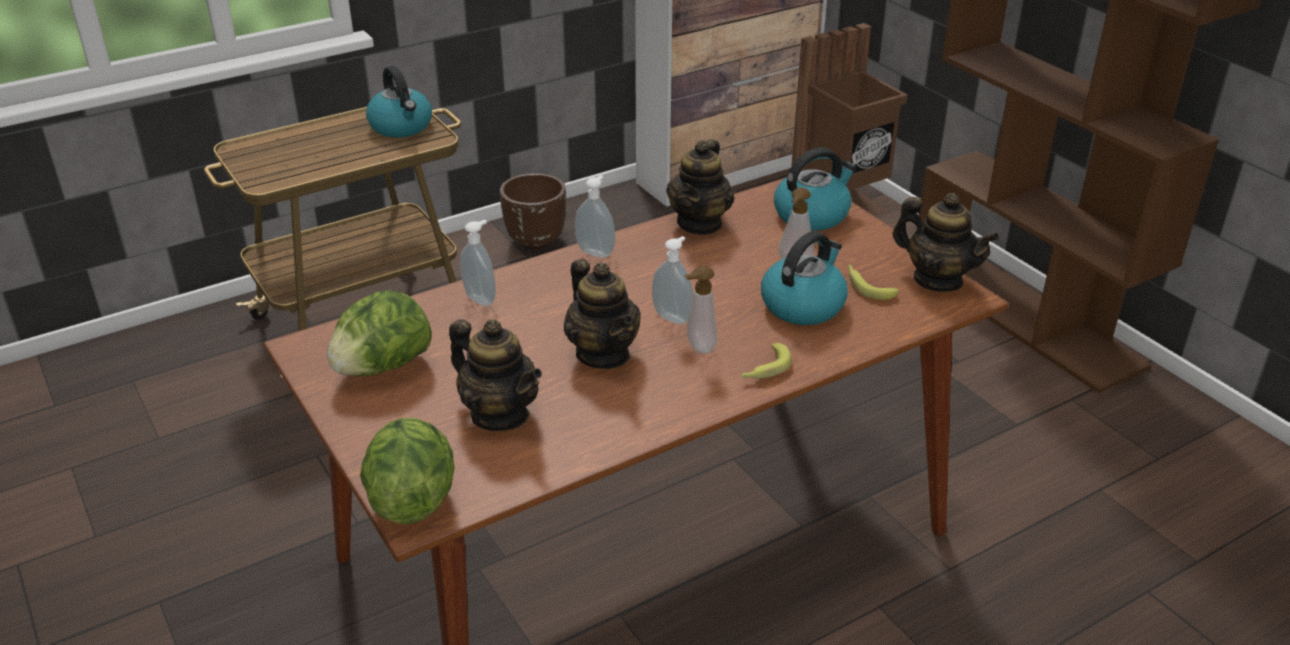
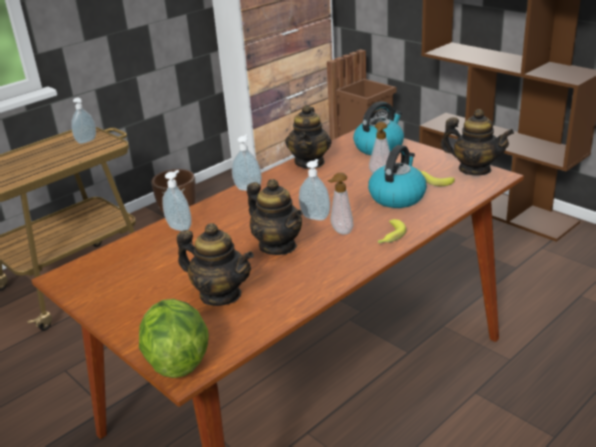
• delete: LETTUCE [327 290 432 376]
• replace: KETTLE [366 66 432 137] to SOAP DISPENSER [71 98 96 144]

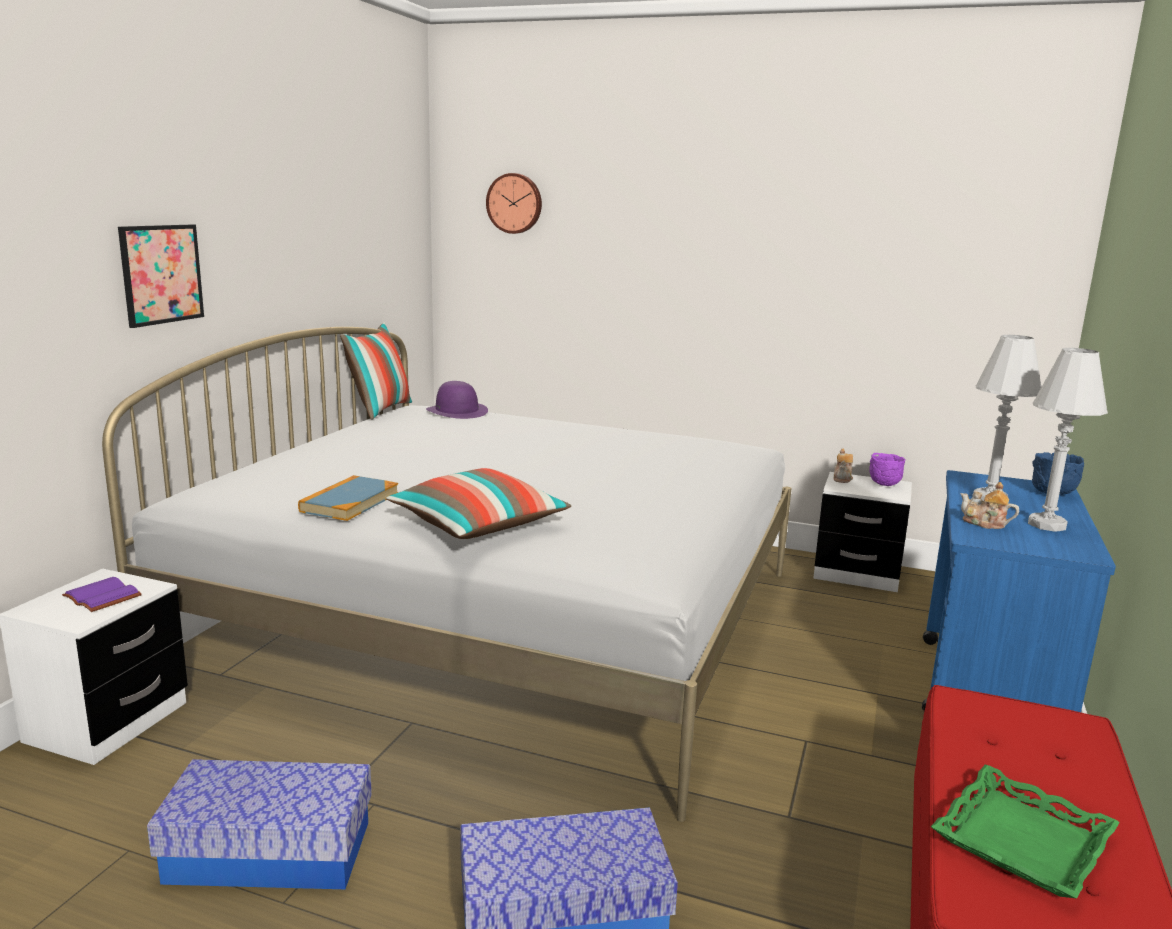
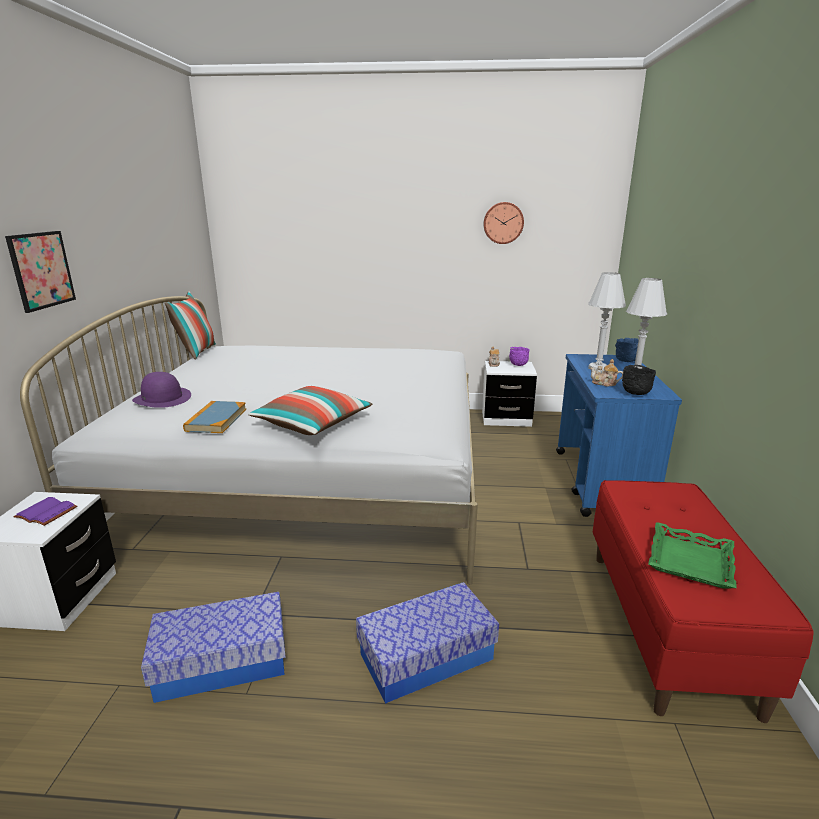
• move: PURPLE HAT [426 381 488 419] to [132 372 191 408]
• move: WALL CLOCK [486 173 542 234] to [483 202 524 244]
• insert: BLACK BOWL [622 365 656 395]

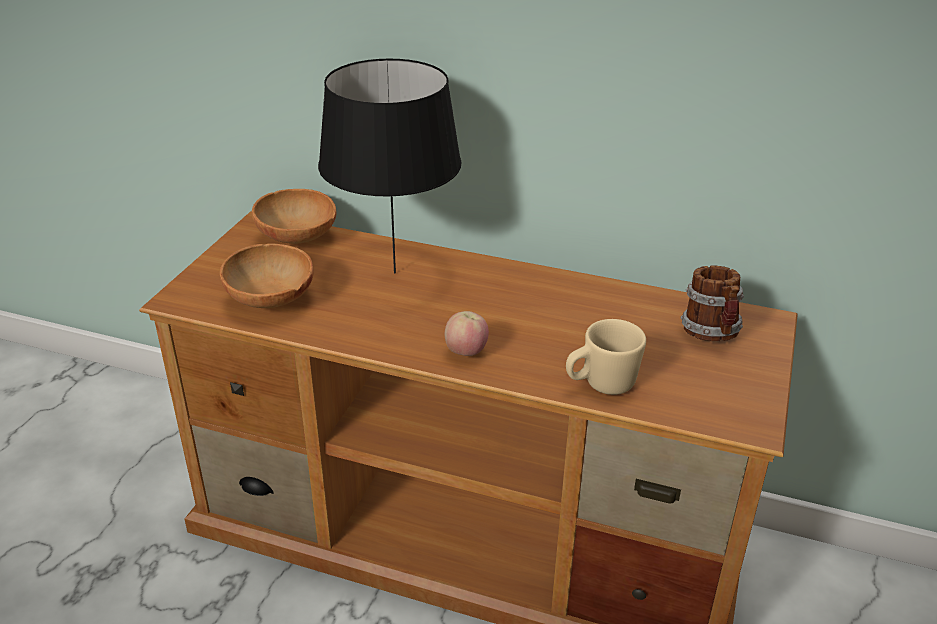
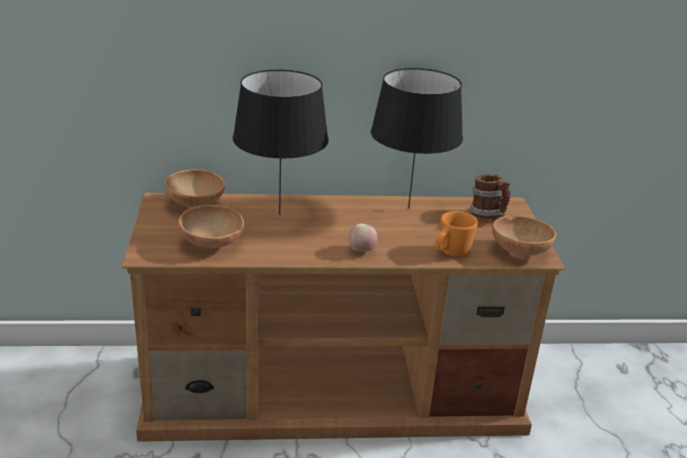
• recolor: BEIGE MUG [566 319 646 395] to ORANGE MUG [435 211 478 257]
• insert: BLACK TABLE LAMP [371 68 463 209]
• insert: BROWN BOWL [492 216 556 258]

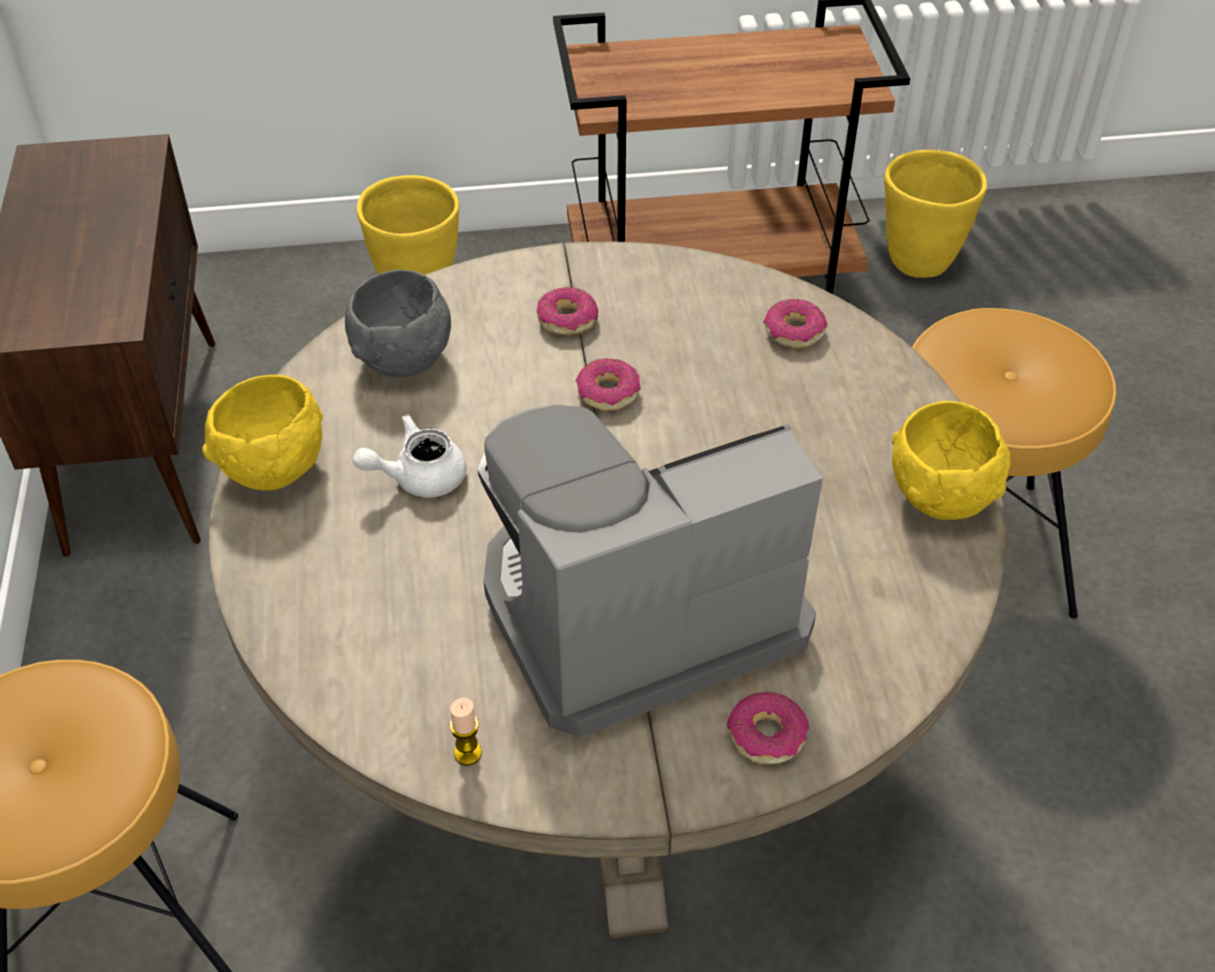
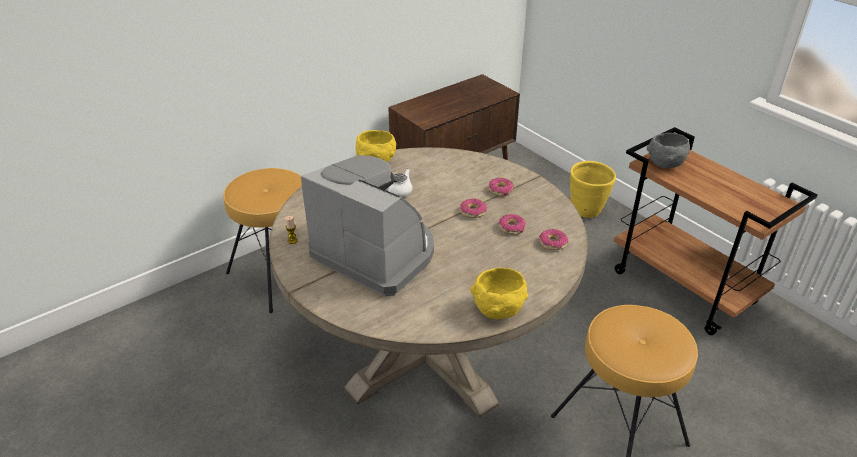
• move: GREY BOWL [345 269 451 377] to [647 133 690 168]
• move: DONUT [727 692 809 764] to [499 214 526 235]
• delete: YELLOW PLANTER [884 150 987 278]

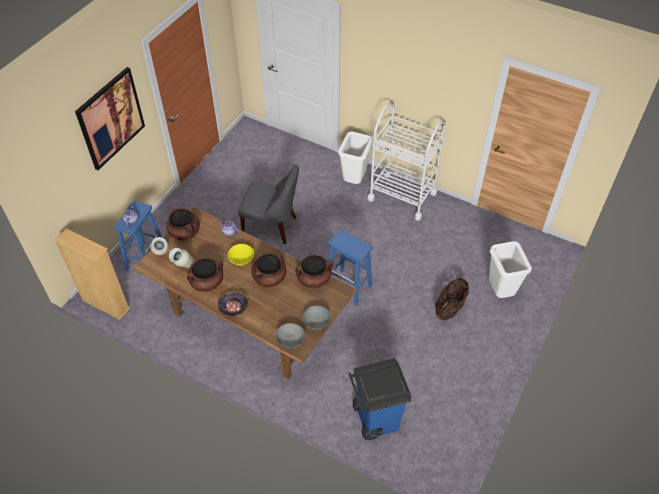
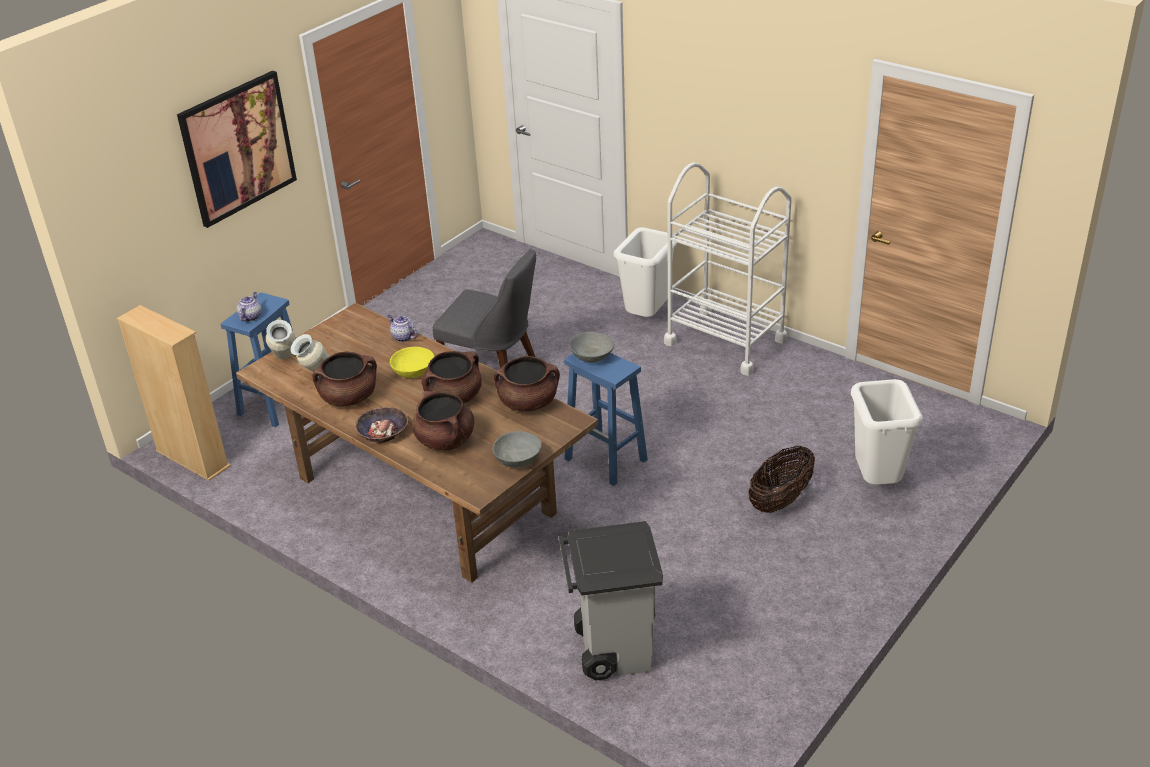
• move: BROWN COOKING POT [166 208 200 240] to [412 391 474 450]
• move: GREY BOWL [276 323 305 348] to [569 332 614 362]
• recolor: BLUE TRASH CAN [348 358 411 440] to GREY TRASH CAN [559 521 663 681]

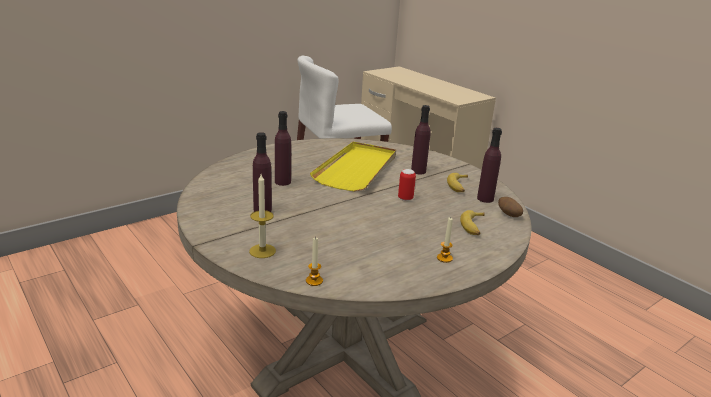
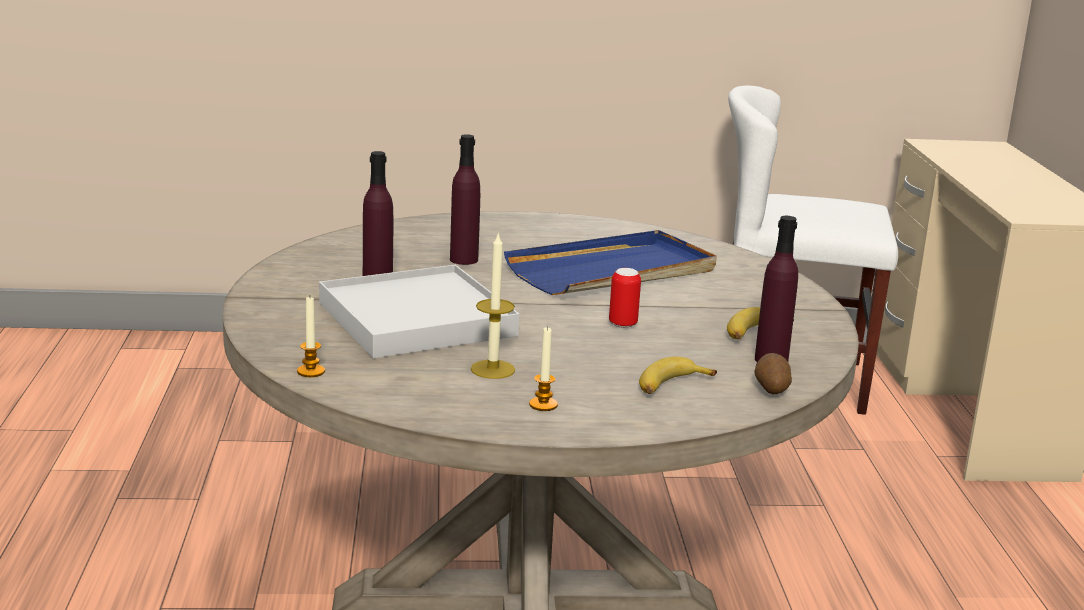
• move: CANDLE [249 174 276 258] to [471 232 515 379]
• recolor: YELLOW TRAY [310 142 396 191] to BLUE TRAY [504 230 717 295]
• delete: PURPLE BOTTLE [411 105 431 175]
• insert: WHITE TRAY [319 265 520 359]

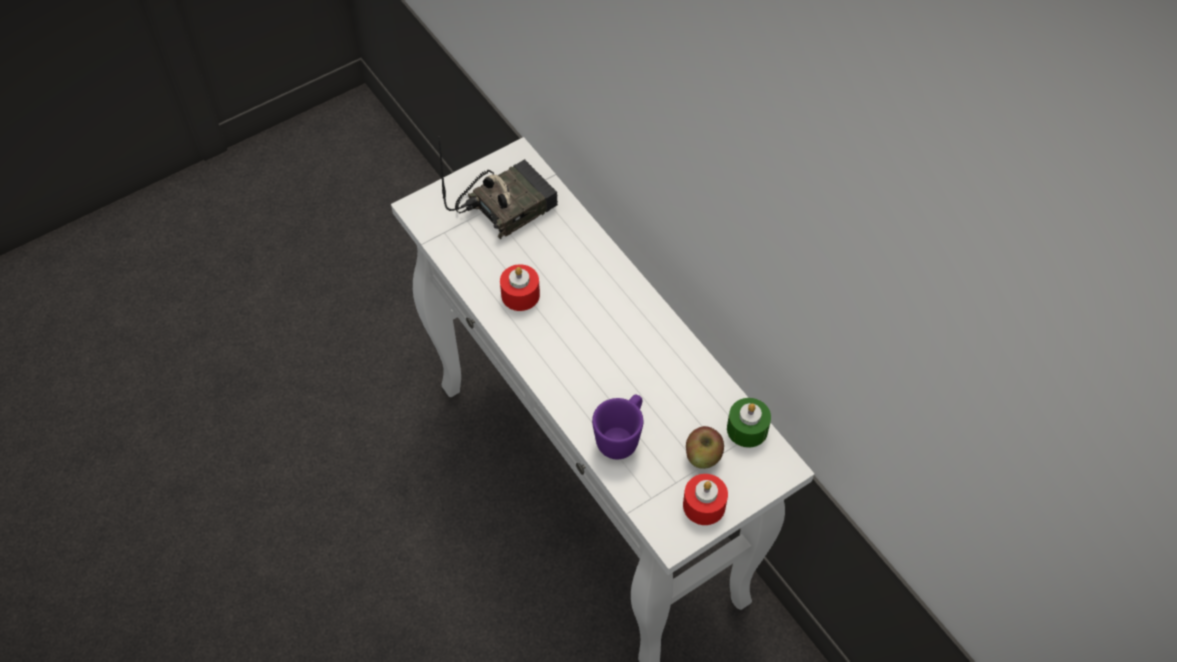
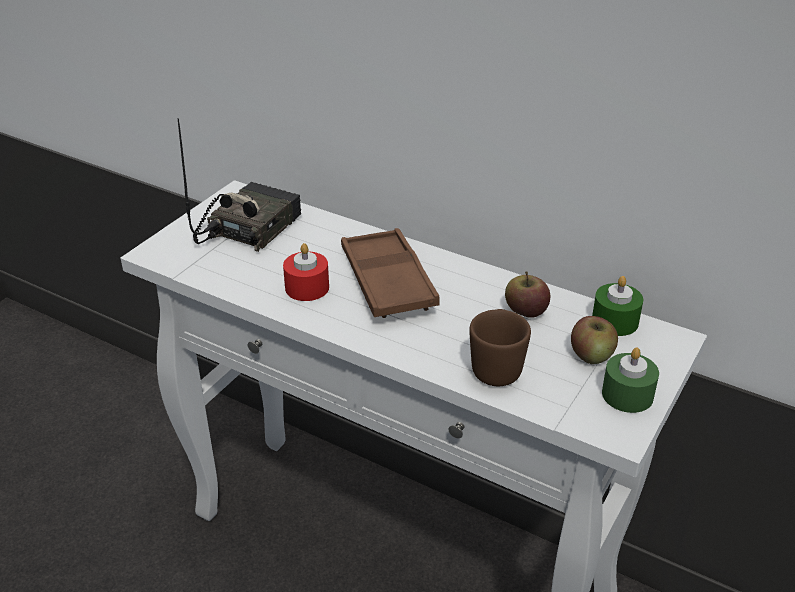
• recolor: PURPLE MUG [592 394 643 459] to BROWN MUG [469 309 531 386]
• recolor: RED CANDLE [683 474 728 525] to GREEN CANDLE [602 347 659 413]
• insert: BROWN TRAY [341 228 440 318]
• insert: APPLE [505 271 550 318]

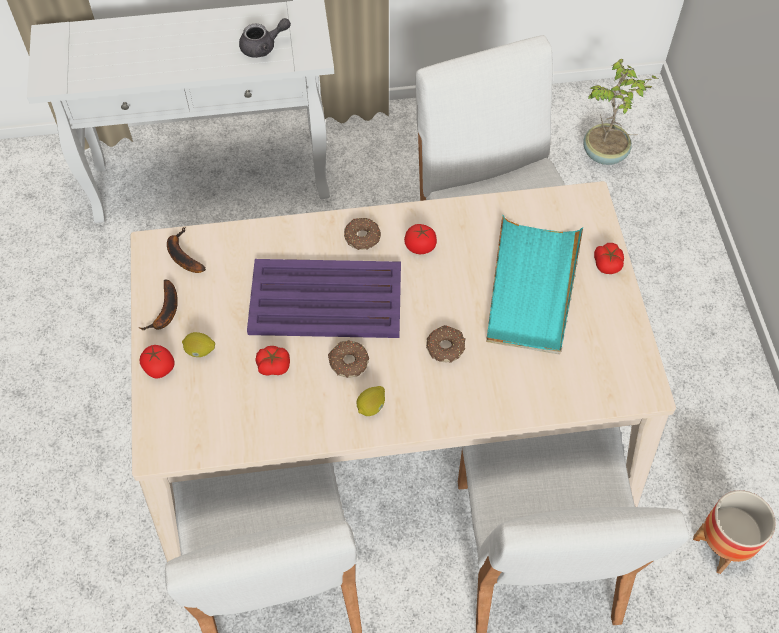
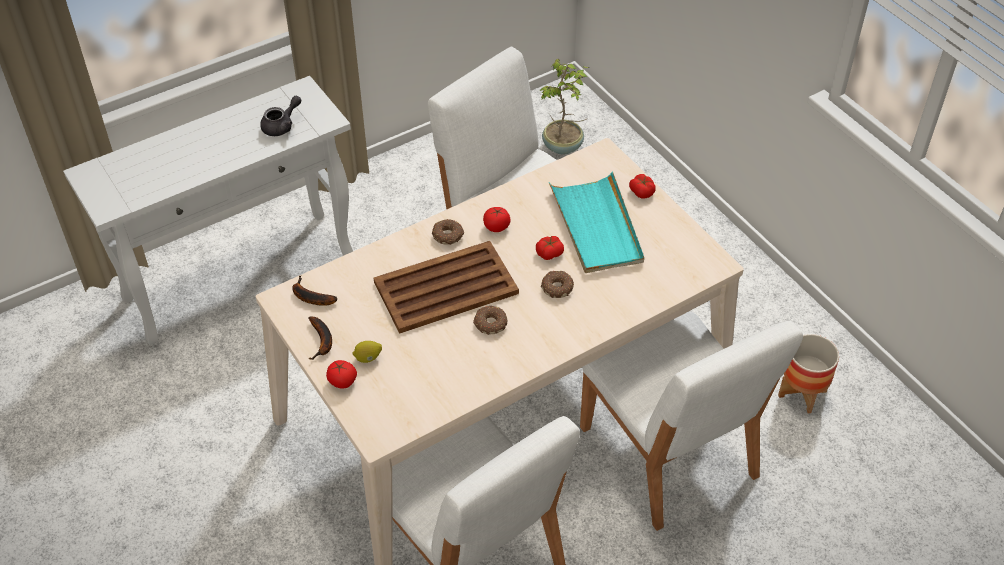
• recolor: PURPLE TRAY [247 259 401 338] to BROWN TRAY [374 241 519 334]
• move: TOMATO [255 346 290 376] to [536 236 564 260]
• delete: LEMON [356 386 385 416]

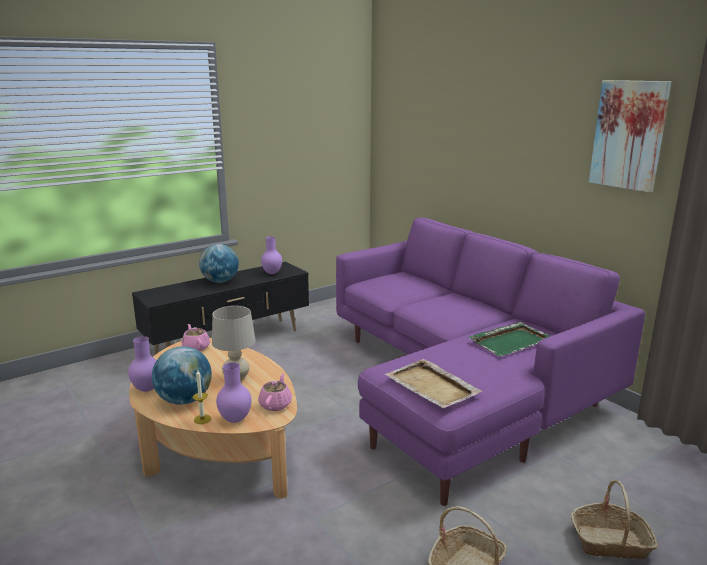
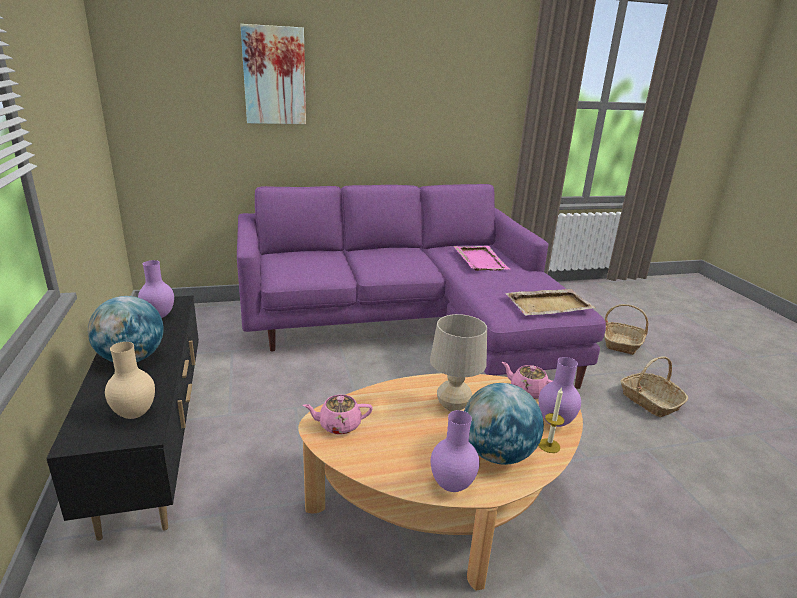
• recolor: GREEN TRAY [468 322 550 357] to PINK TRAY [454 246 510 271]
• move: PICTURE [589 80 671 192] to [240 24 306 124]
• insert: BEIGE VASE [105 342 155 419]

